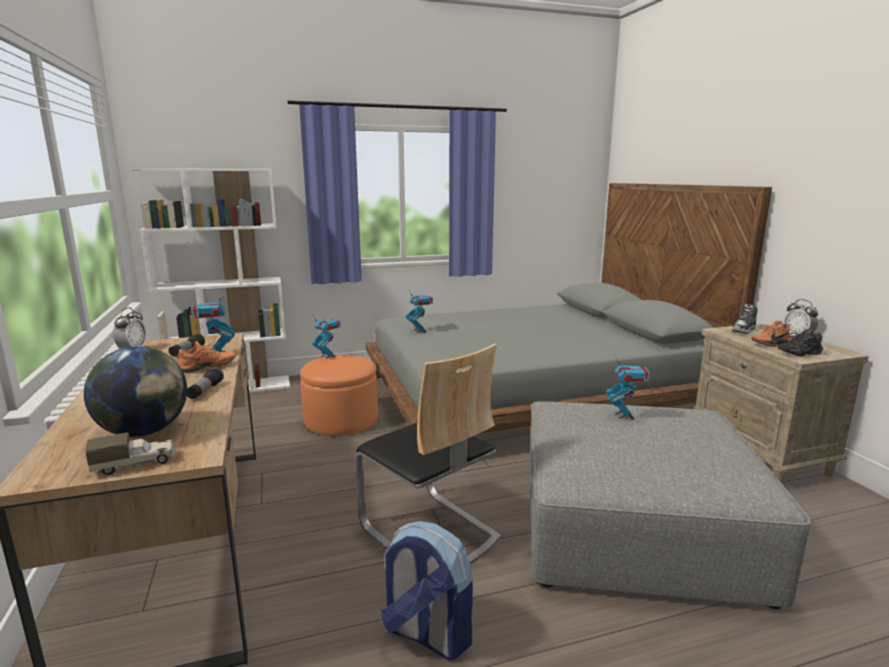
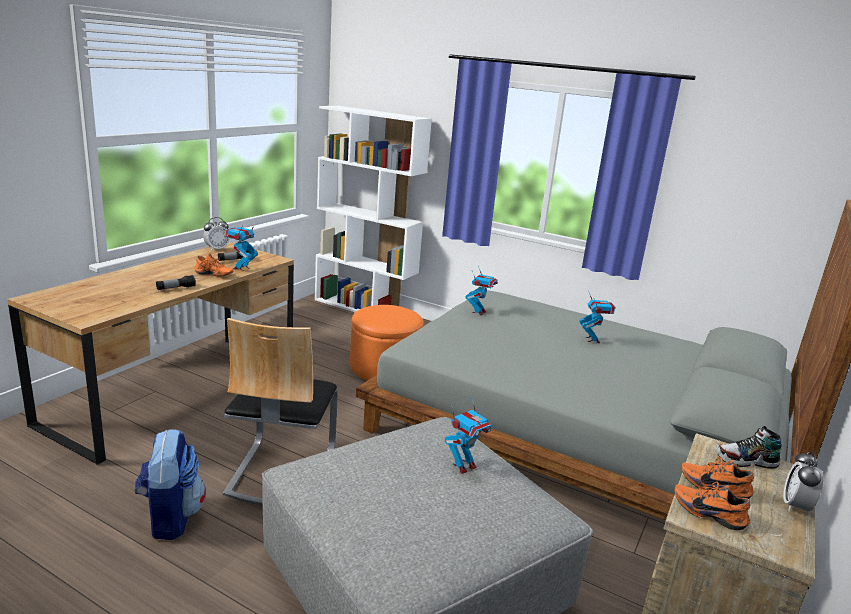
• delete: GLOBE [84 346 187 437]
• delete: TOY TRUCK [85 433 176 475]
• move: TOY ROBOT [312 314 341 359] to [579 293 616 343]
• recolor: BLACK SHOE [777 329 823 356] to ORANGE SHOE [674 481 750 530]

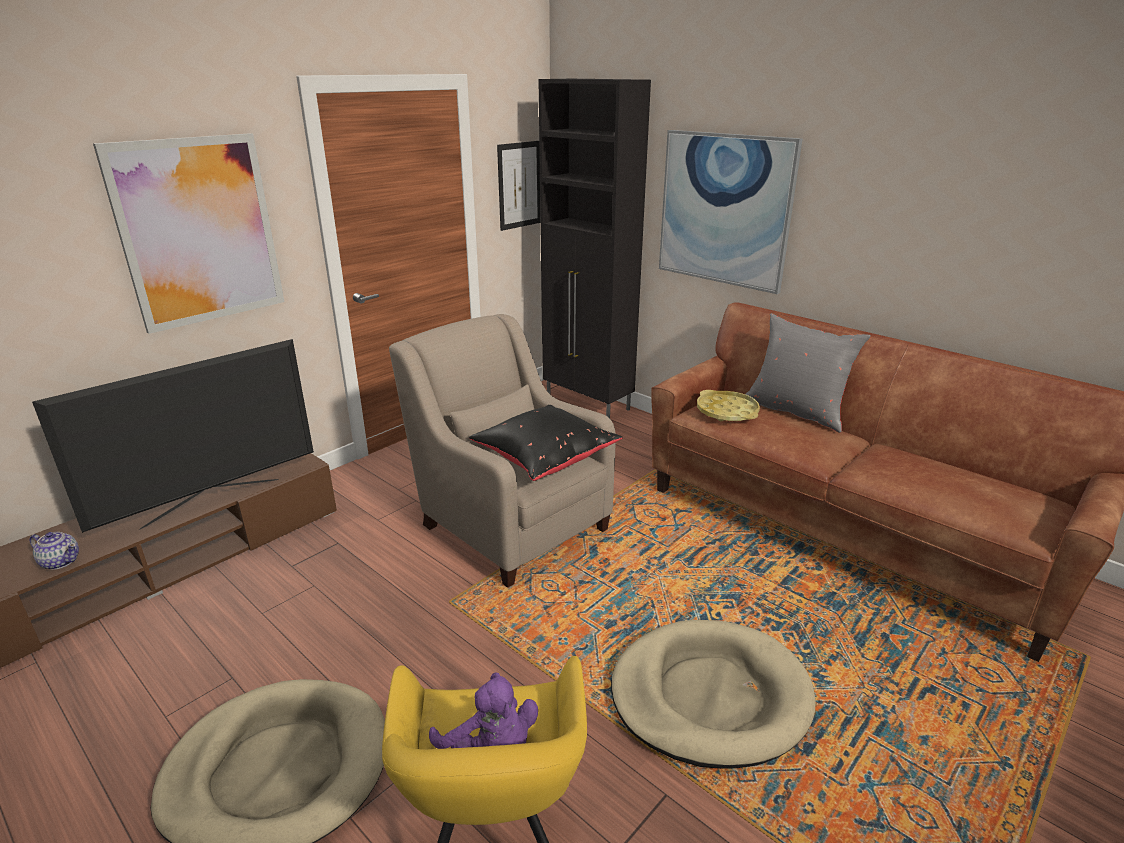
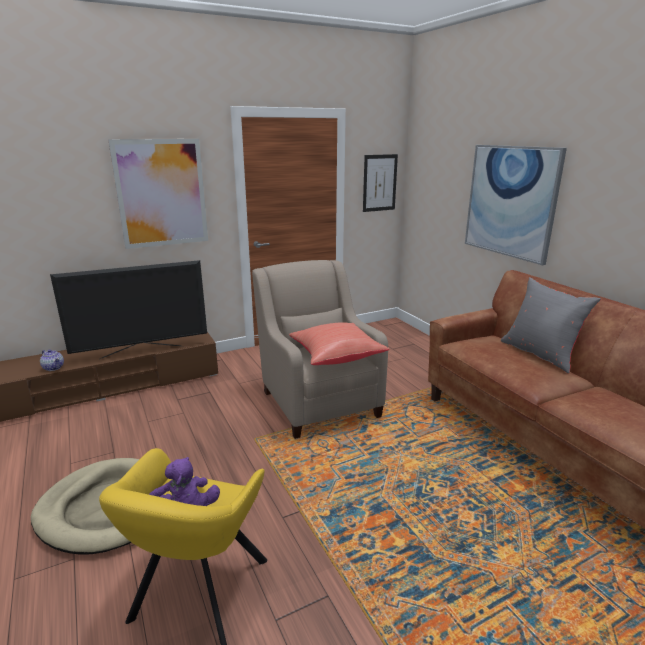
• recolor: BLACK PILLOW [469 405 623 481] to RED PILLOW [289 322 390 365]
• delete: BLACK CABINET [538 79 651 418]
• delete: BEIGE DOG BED [611 620 816 769]
• delete: YELLOW TRAY [697 390 760 421]

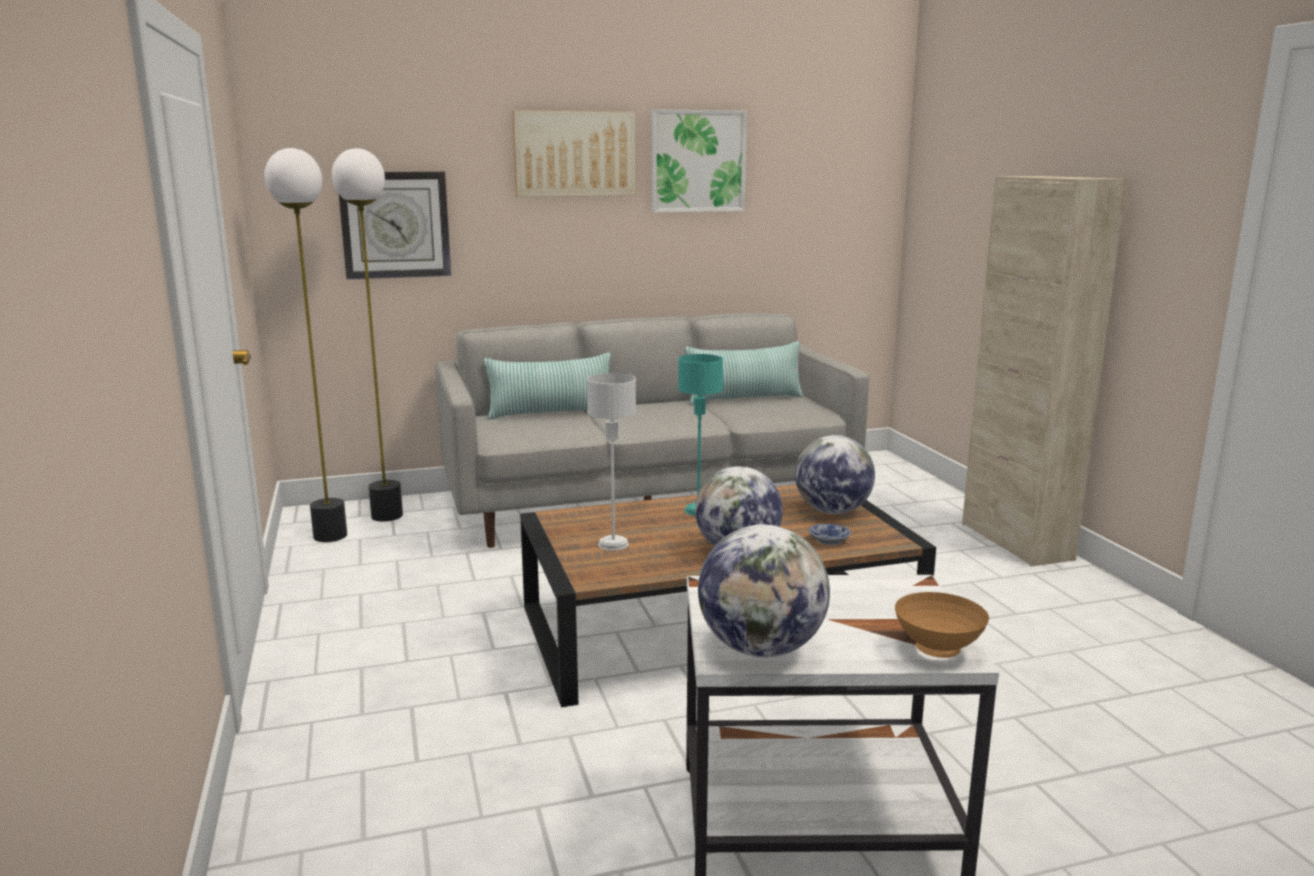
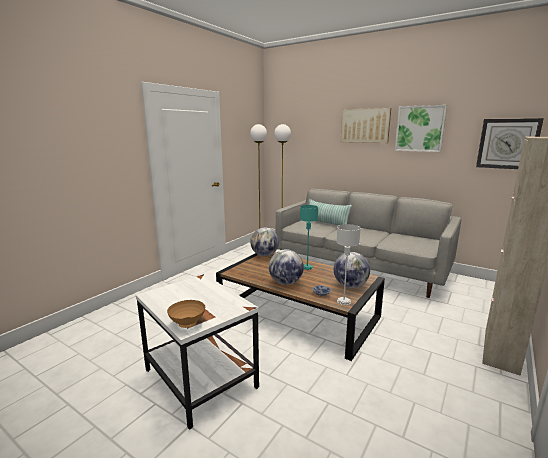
• move: WALL CLOCK [339 172 451 279] to [476 118 544 169]
• move: GREY TABLE LAMP [587 373 636 551] to [336 224 361 305]
• delete: PILLOW [685 341 804 405]
• move: GLOBE [698 525 830 657] to [250 228 279 256]

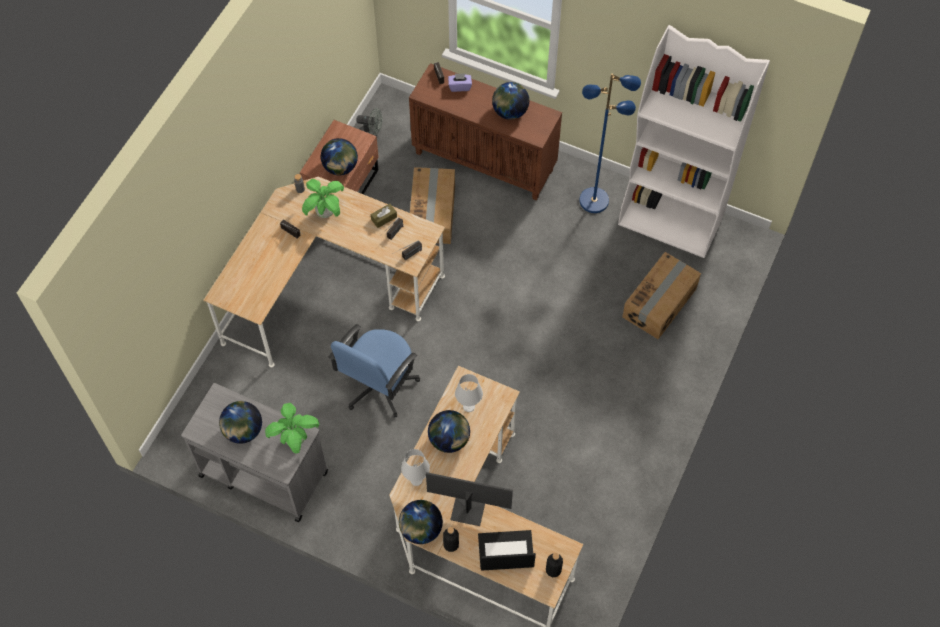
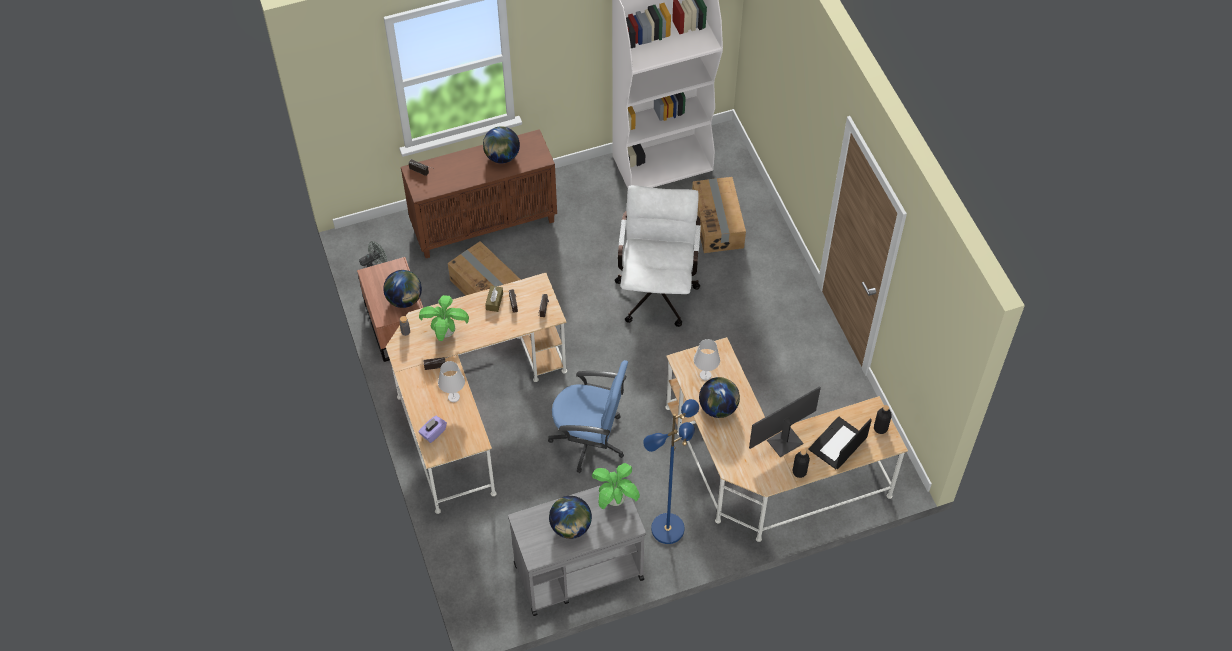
• rotate: BLUE OFFICE CHAIR [329 324 420 418] = [548 360 628 473] 60 degrees counterclockwise
• delete: GLOBE [399 500 443 544]
• move: WHITE TABLE LAMP [401 449 430 486] to [438 361 465 402]
• move: PURPLE TISSUE BOX [448 74 472 92] to [418 416 447 443]
• move: BLUE FLOOR LAMP [579 74 641 213] to [643 399 699 544]
• insert: WHITE OFFICE CHAIR [615 185 701 327]

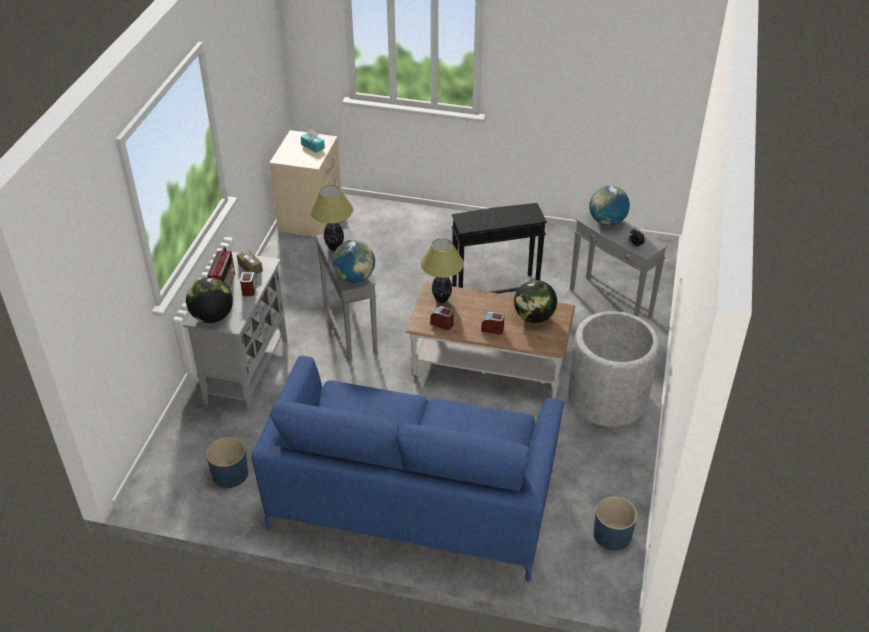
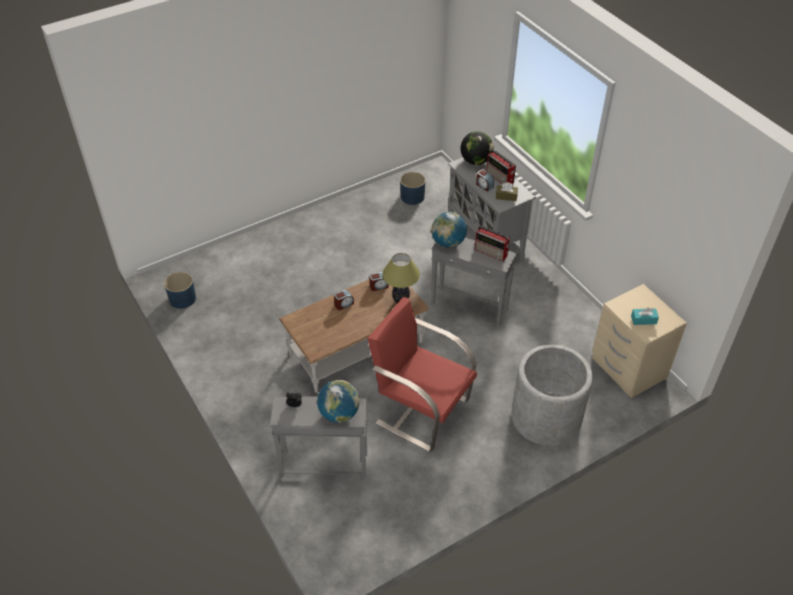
• delete: BLUE SOFA [251 356 564 582]
• replace: TABLE LAMP [310 185 353 251] to RADIO [475 225 510 262]
• replace: BLACK SIDE TABLE [452 203 547 293] to RED ARMCHAIR [367 297 477 452]
• delete: GLOBE [514 280 557 323]
• move: GREY PLANTER [568 311 659 427] to [512 345 593 446]

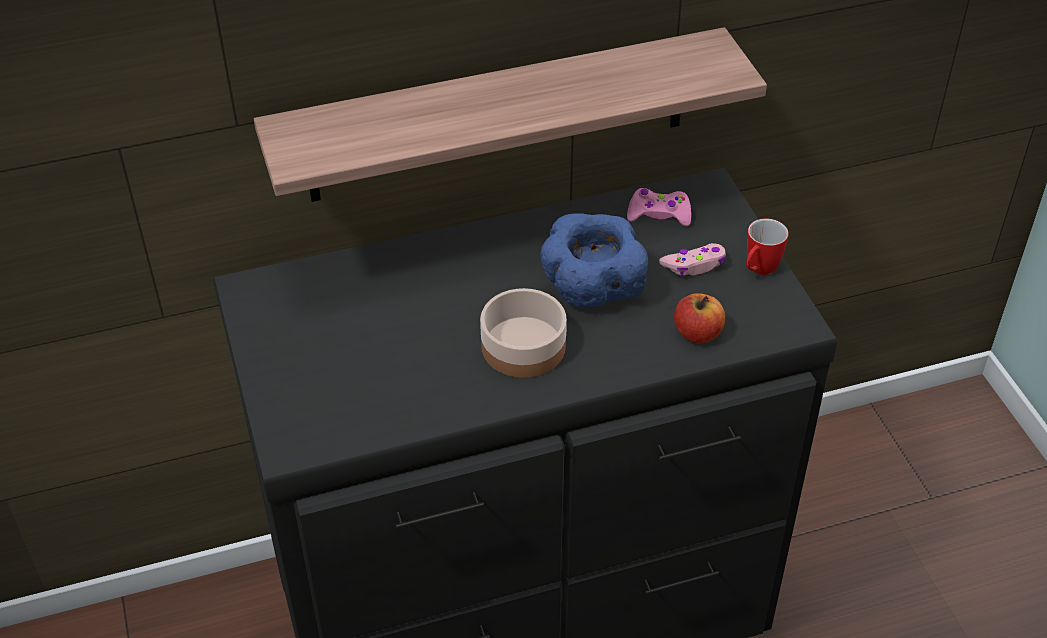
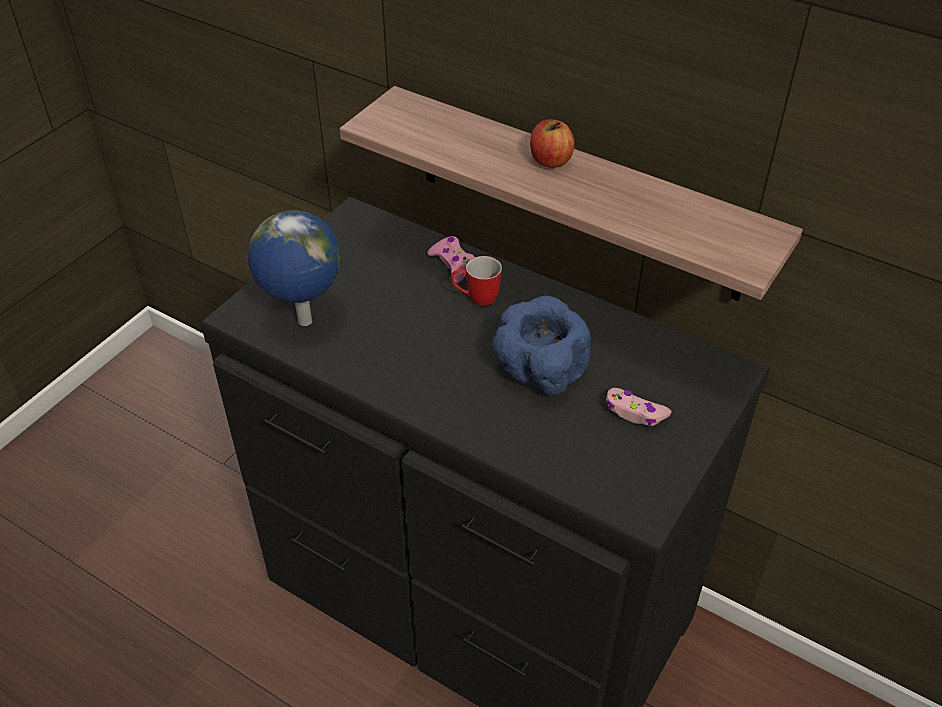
• delete: BOWL [480 288 567 378]
• move: PINK GAME CONTROLLER [627 188 691 226] to [427 236 475 284]
• move: APPLE [674 293 725 343] to [530 119 575 168]
• move: MUG [746 219 789 275] to [451 256 502 306]
• insert: GLOBE [248 210 341 326]

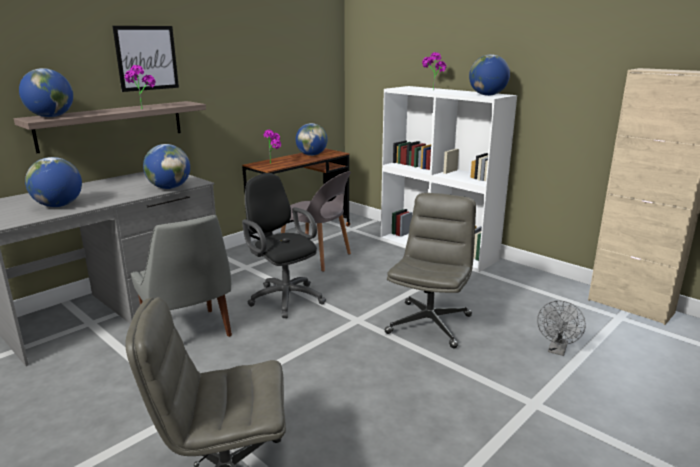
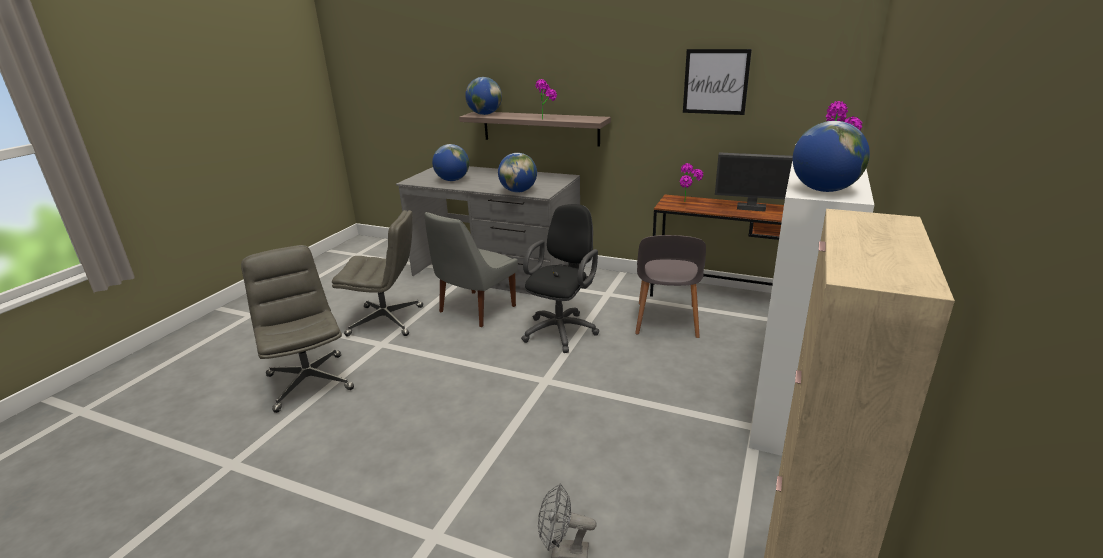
• move: PICTURE [113 26 179 92] to [683 49 752 115]
• replace: GLOBE [295 123 327 156] to MONITOR [715 152 793 212]
• move: GREY OFFICE CHAIR [384 193 476 348] to [332 210 423 336]

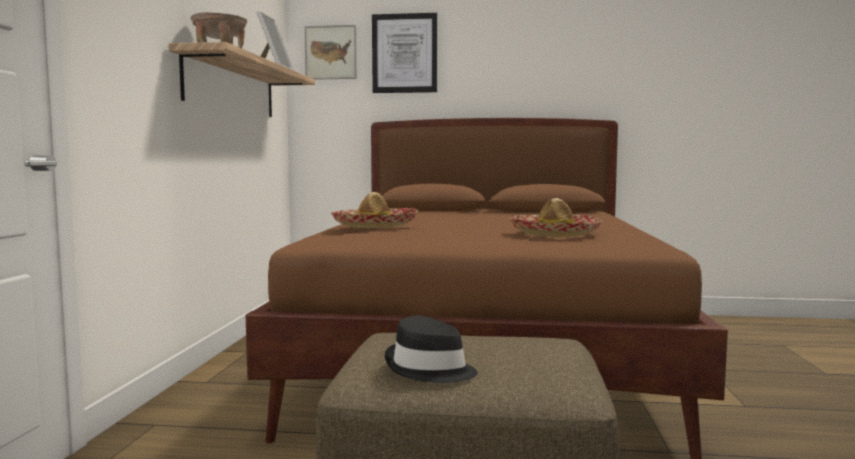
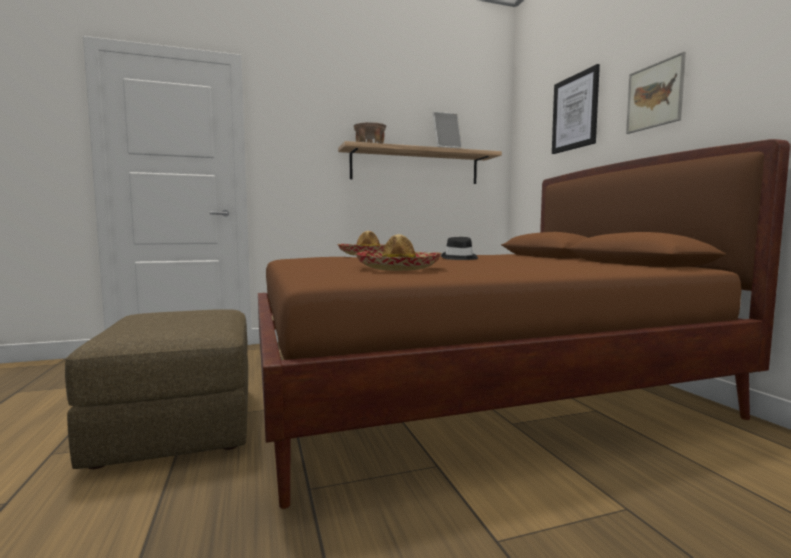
• move: PICTURE [304 25 357 79] to [626 52 686 134]
• move: BLACK HAT [385 316 478 383] to [441 237 478 260]

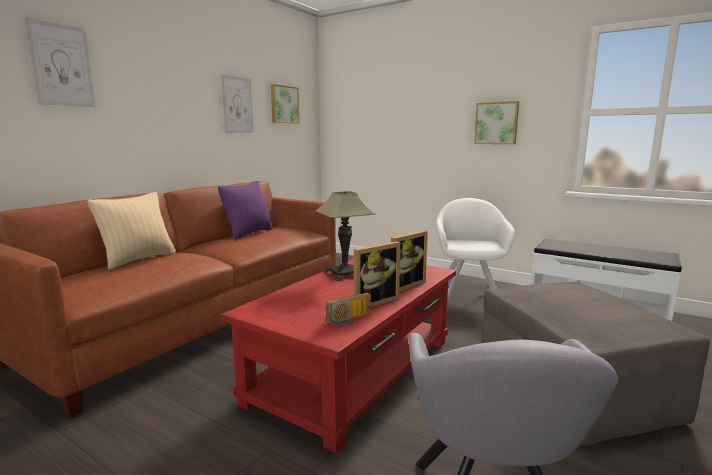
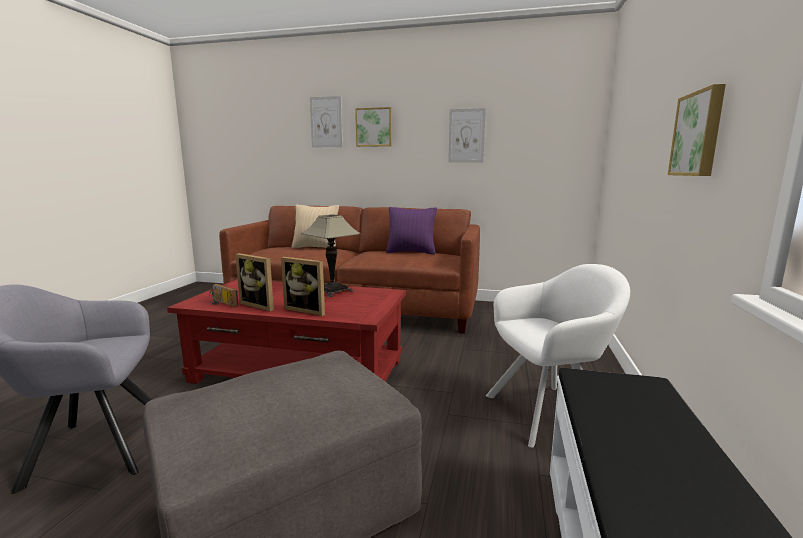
• move: PICTURE [271 84 299 124] to [355 107 392 147]

